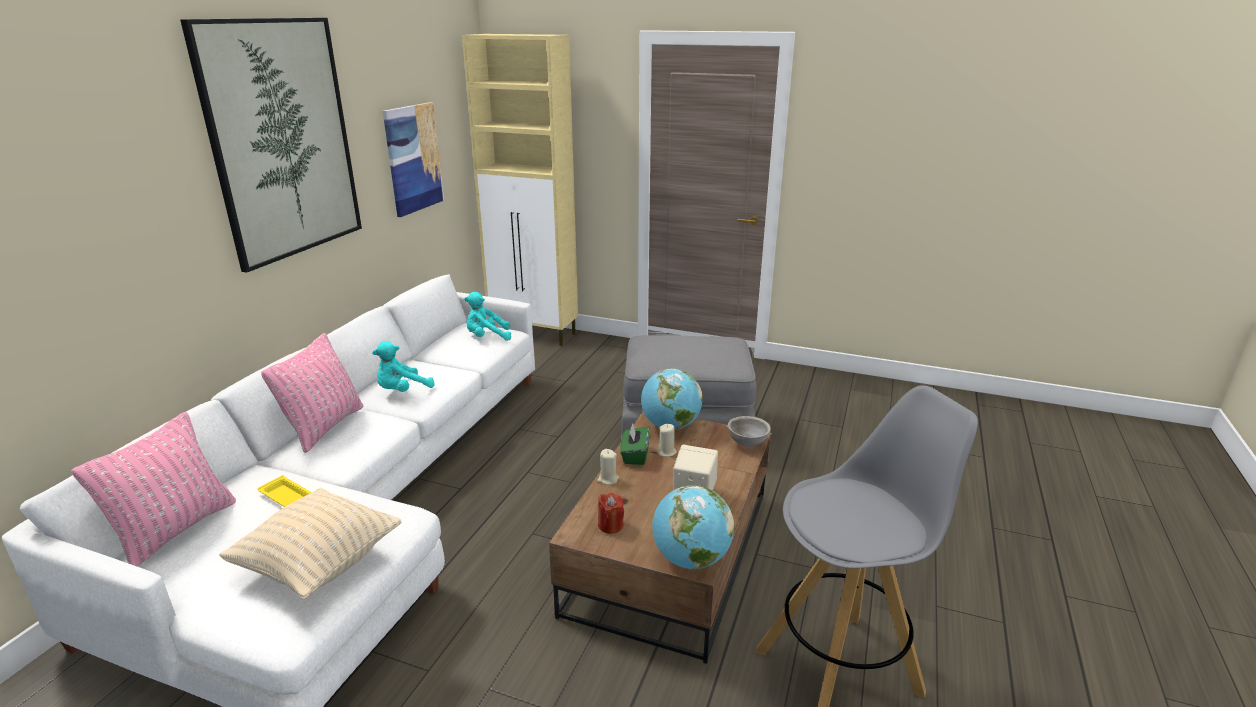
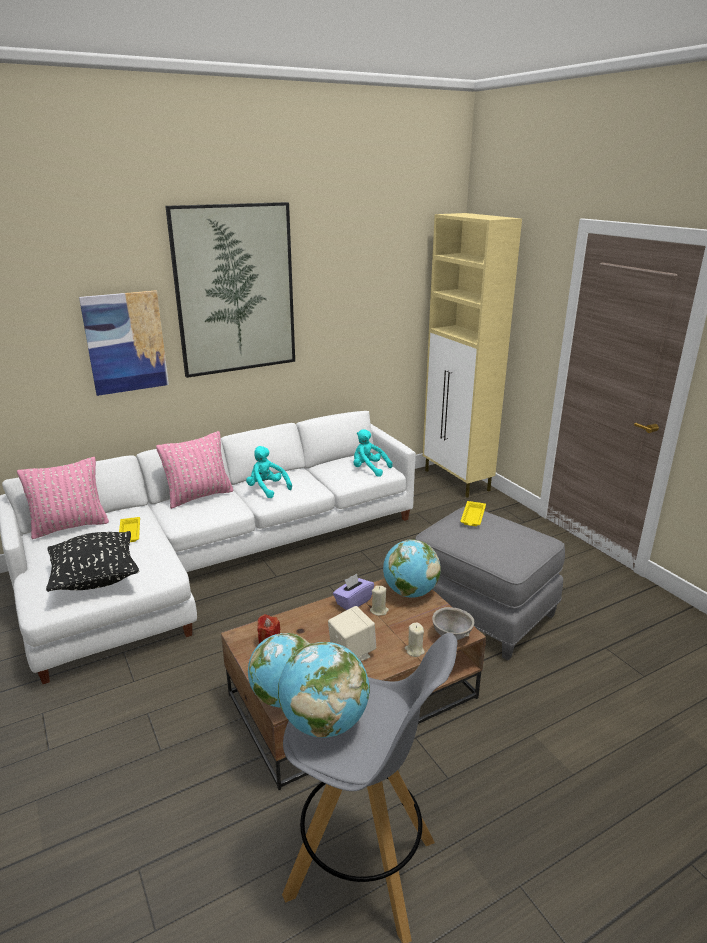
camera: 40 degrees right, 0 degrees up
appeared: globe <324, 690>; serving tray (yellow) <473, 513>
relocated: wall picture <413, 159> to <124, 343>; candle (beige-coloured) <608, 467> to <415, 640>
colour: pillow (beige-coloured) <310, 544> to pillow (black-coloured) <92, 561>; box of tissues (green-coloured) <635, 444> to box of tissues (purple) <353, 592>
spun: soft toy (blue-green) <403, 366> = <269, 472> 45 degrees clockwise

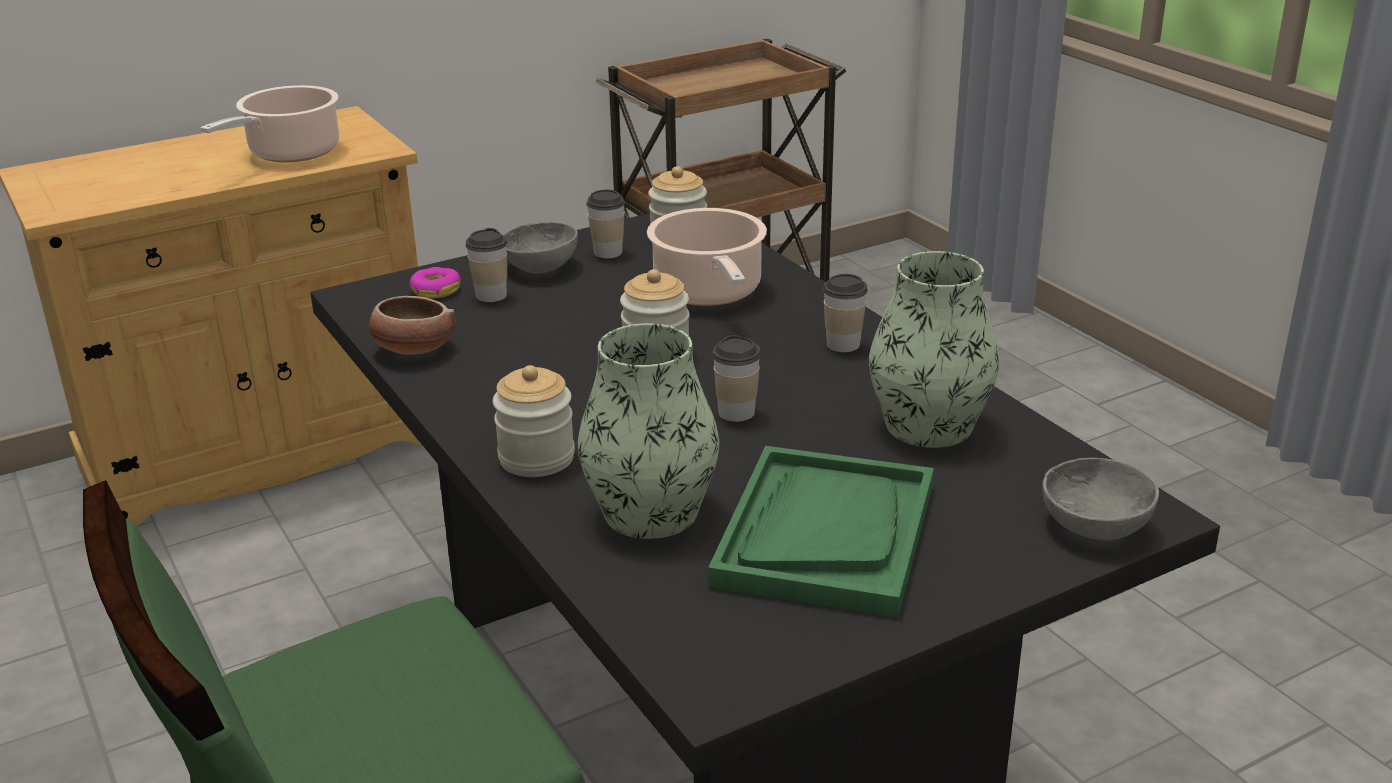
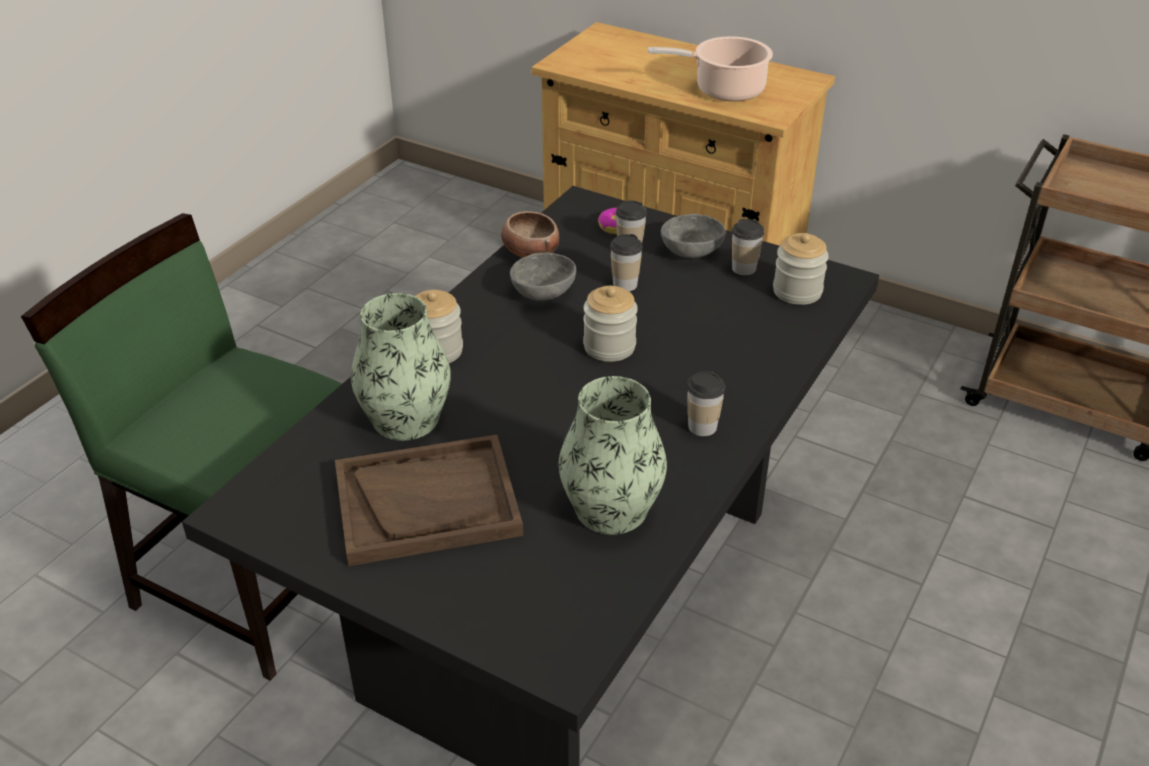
camera: 60 degrees right, 10 degrees up
missing: saucepot <707, 257>
relocated: cup <736, 378> to <626, 262>; deep dish (greyish) <1100, 499> to <543, 277>
colour: serving tray (green-coloured) <821, 531> to serving tray (brown-coloured) <429, 500>

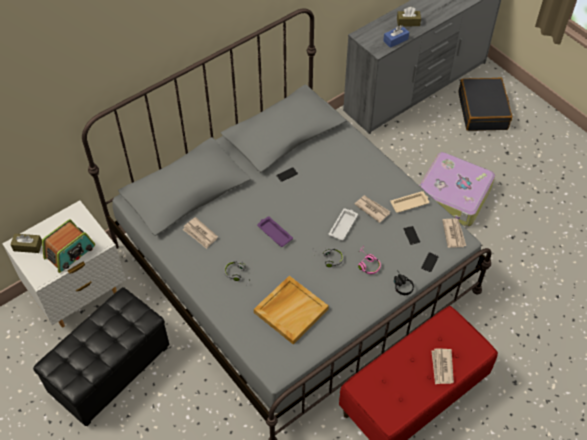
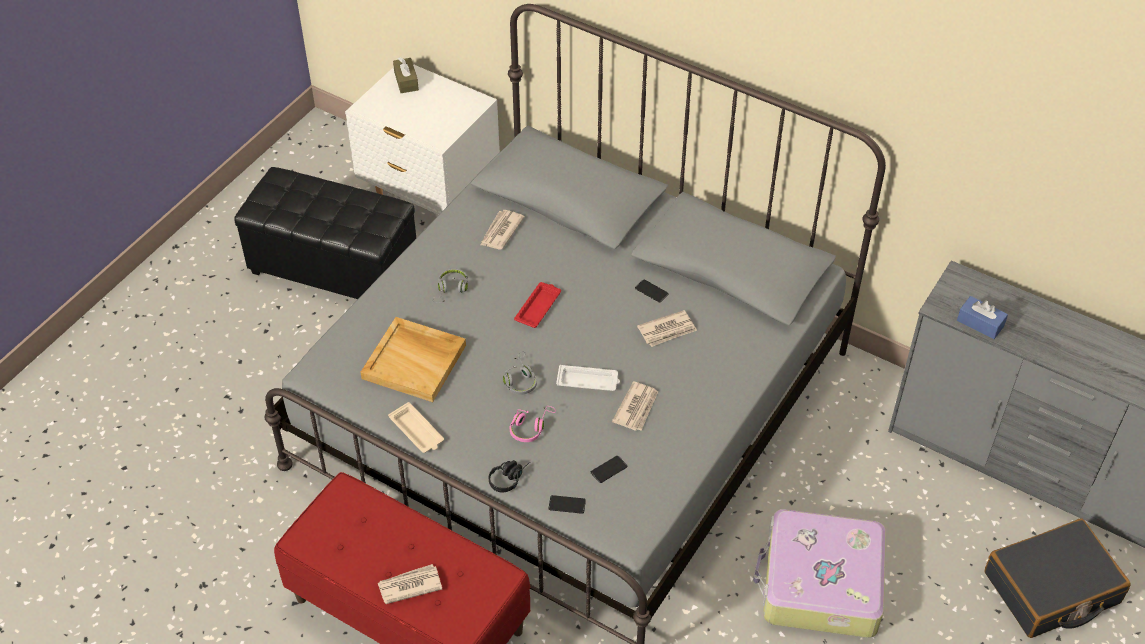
camera: 70 degrees right, 5 degrees down
missing: radio receiver <68, 246>; box of tissues (brown-coloured) <409, 16>
relocated: serving tray (beige-coloured) <409, 202> to <416, 427>; newspaper <454, 233> to <667, 328>
colour: serving tray (purple) <275, 231> to serving tray (red-coloured) <537, 305>

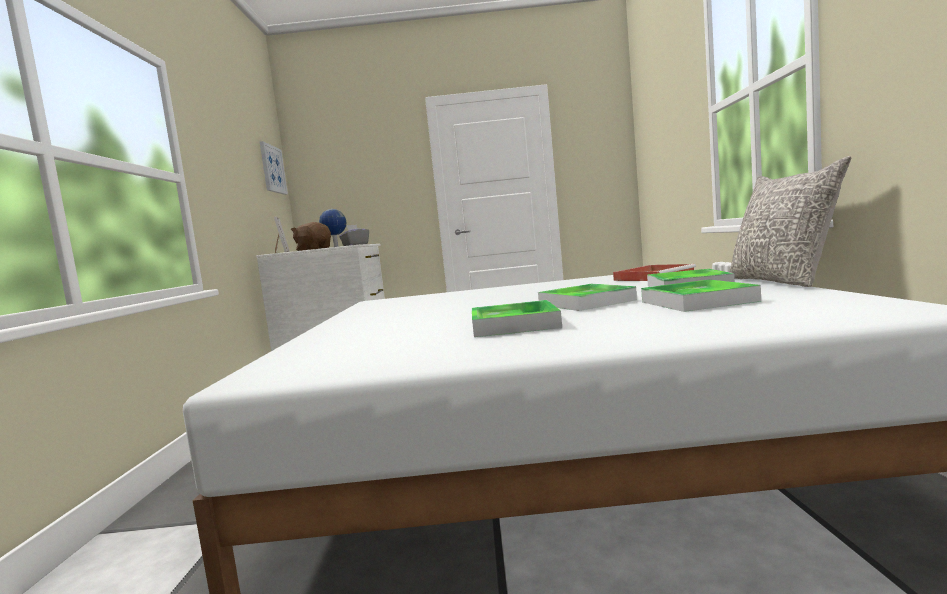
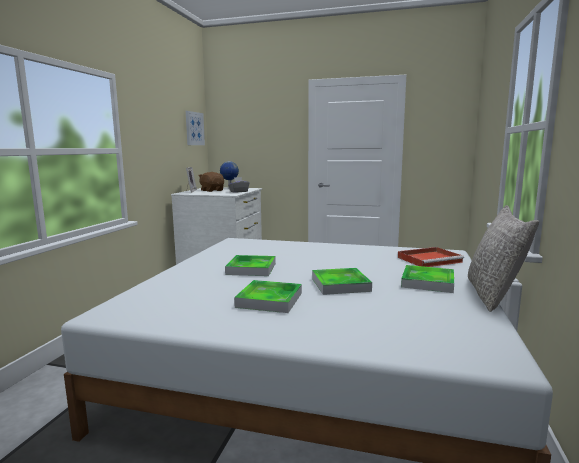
camera: 15 degrees right, 5 degrees up
relocated: serving tray <701, 296> to <250, 265>

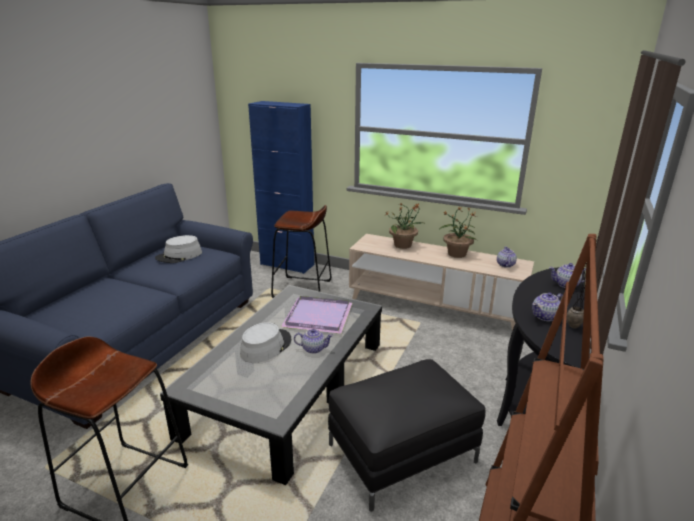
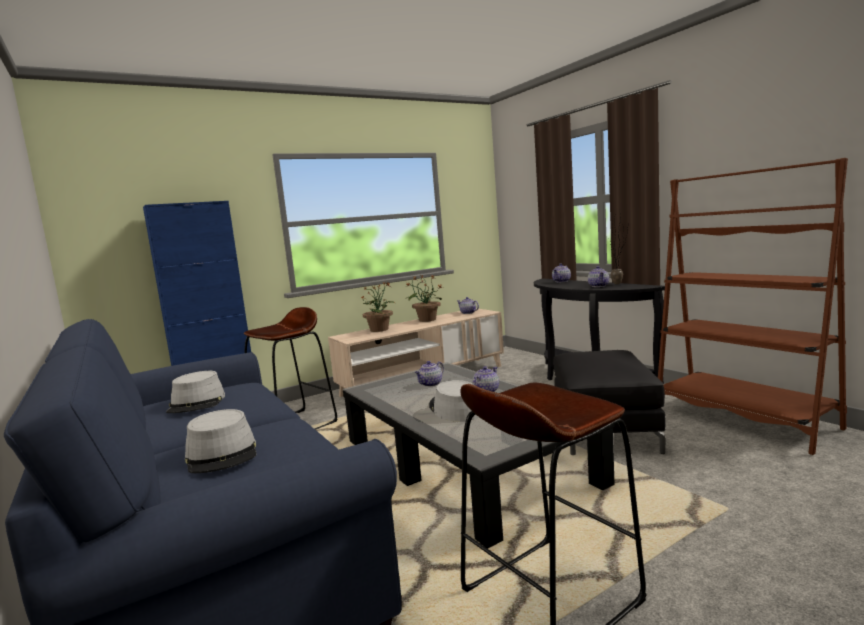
camera: 55 degrees left, 15 degrees down
appeared: clothing hat (greyish) <220, 441>
exchanged: serving tray (purple) <316, 315> to pot for tea <429, 374>

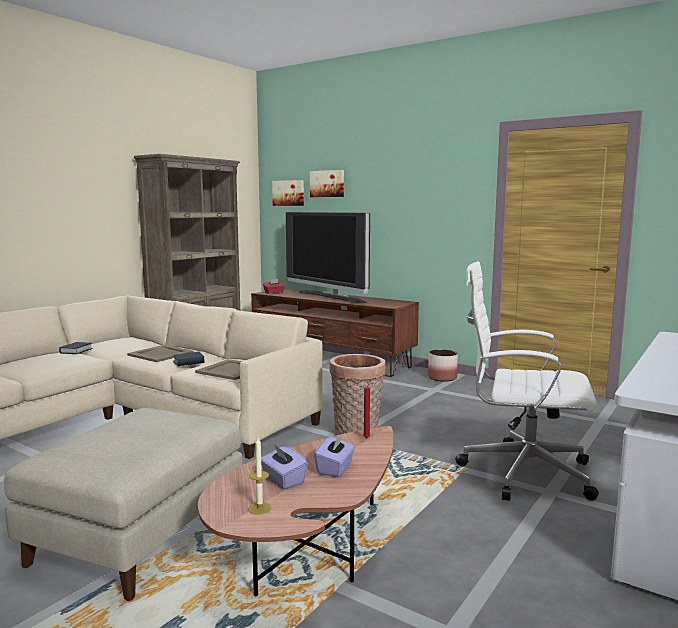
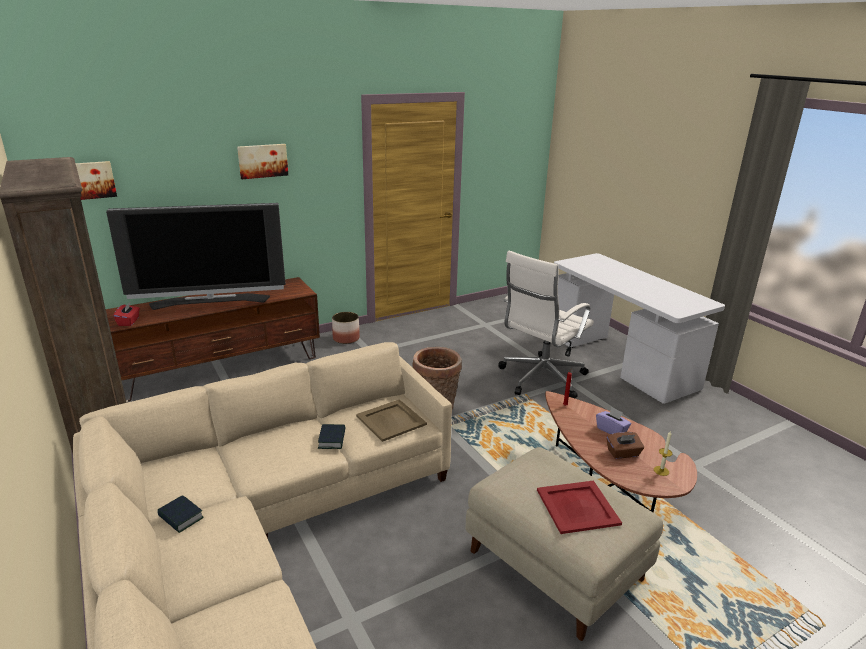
camera: 65 degrees left, 15 degrees up
missing: serving tray (beige-coloured) <160, 353>
appeared: serving tray (red-coloured) <579, 507>
relocated: wall picture <327, 183> to <262, 161>
colour: box of tissues (purple) <284, 467> to box of tissues (brown-coloured) <625, 445>

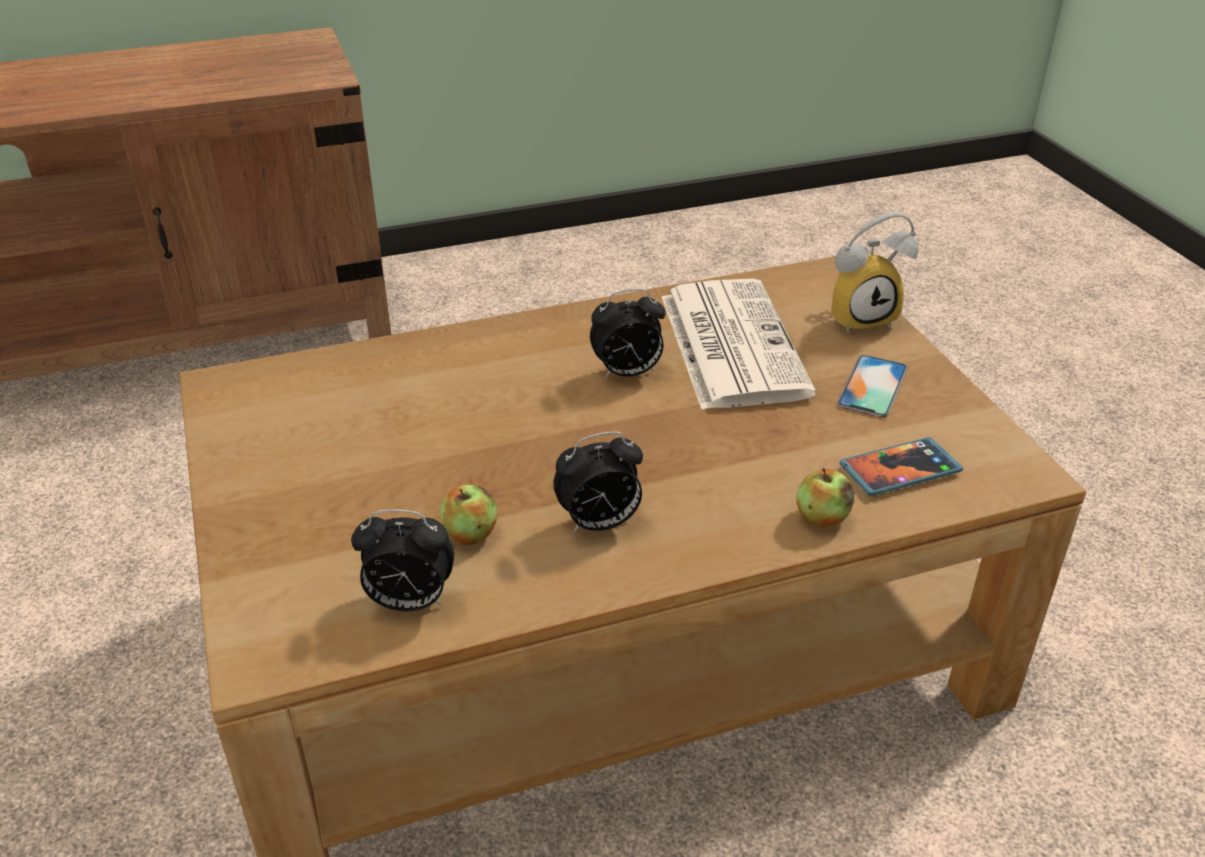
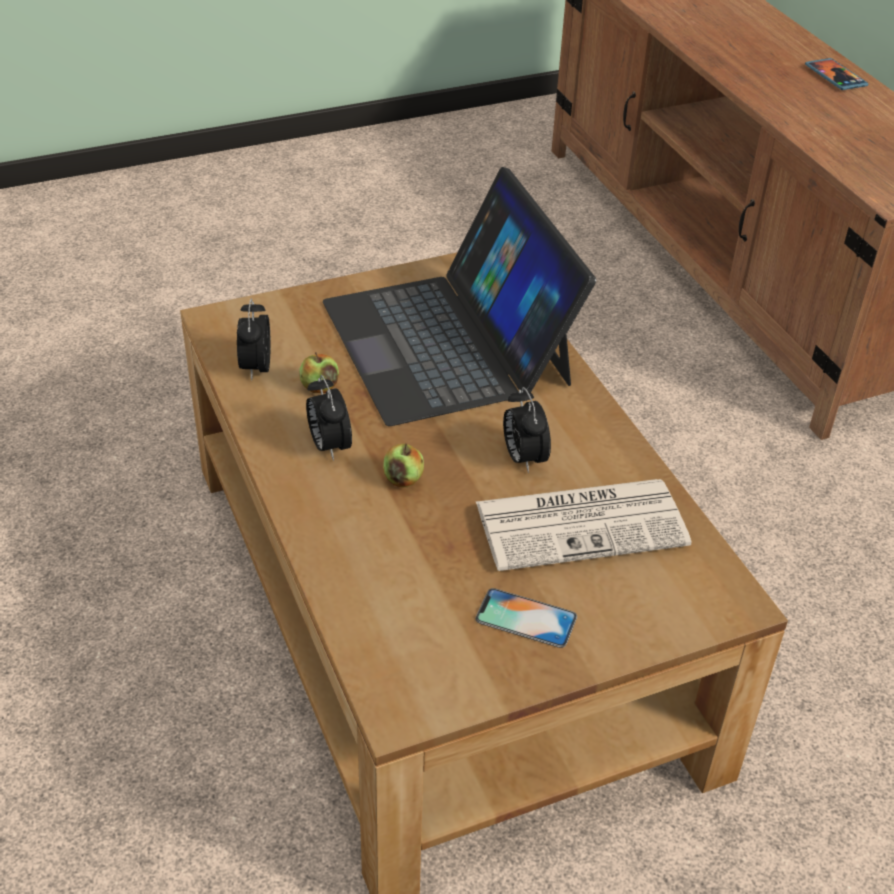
camera: 85 degrees right, 5 degrees up
missing: bedside clock <875, 272>
appeared: laptop <459, 296>
relocated: whole apple <825, 497> to <403, 465>; handset <901, 466> to <836, 74>

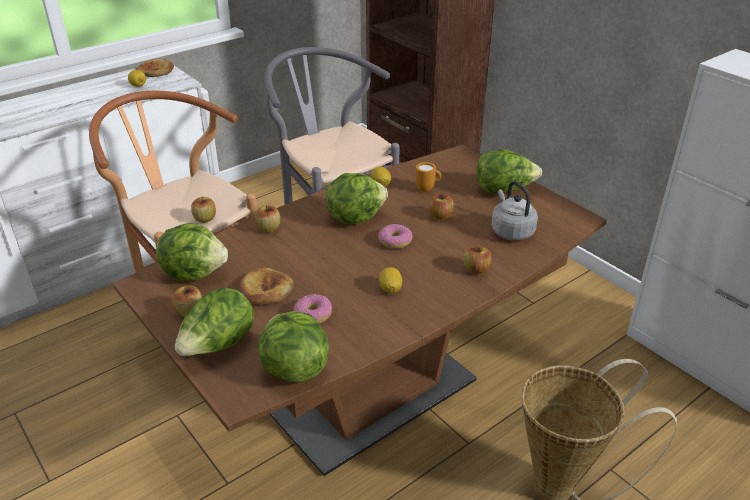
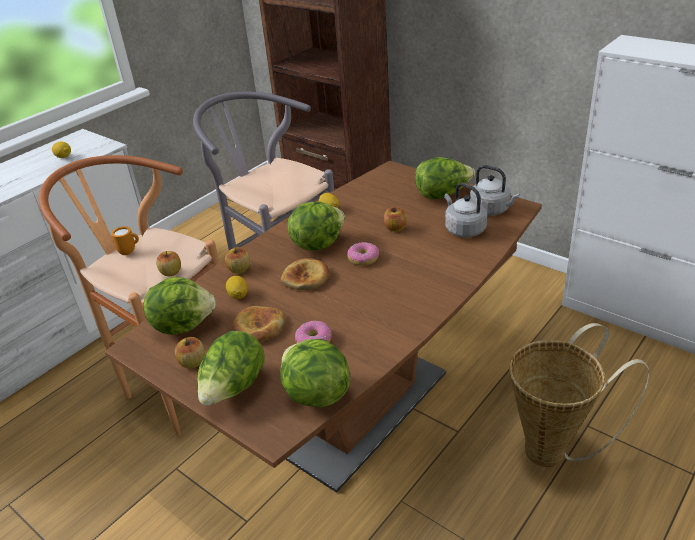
camera: 10 degrees left, 0 degrees up
missing: whole apple <477, 259>
appeared: water kettle (greyish) <495, 190>
relocated: bread <154, 68> to <305, 274>; citrus fruit <390, 280> to <237, 287>; coffee mug (orange-coloured) <428, 177> to <125, 240>

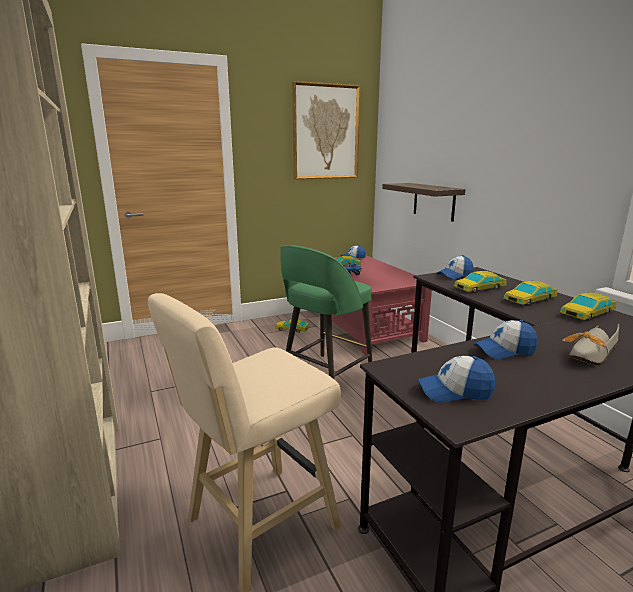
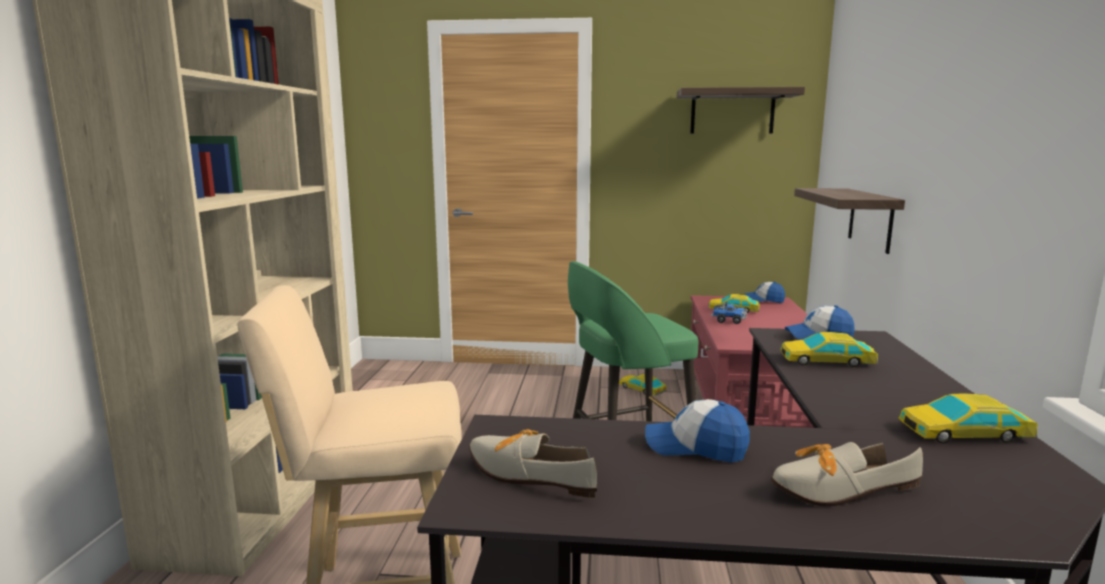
camera: 30 degrees right, 5 degrees down
missing: toy car <530, 293>
exchanged: wall picture <326, 130> to wall shelf <741, 110>; cap <456, 379> to item of footwear <533, 463>

